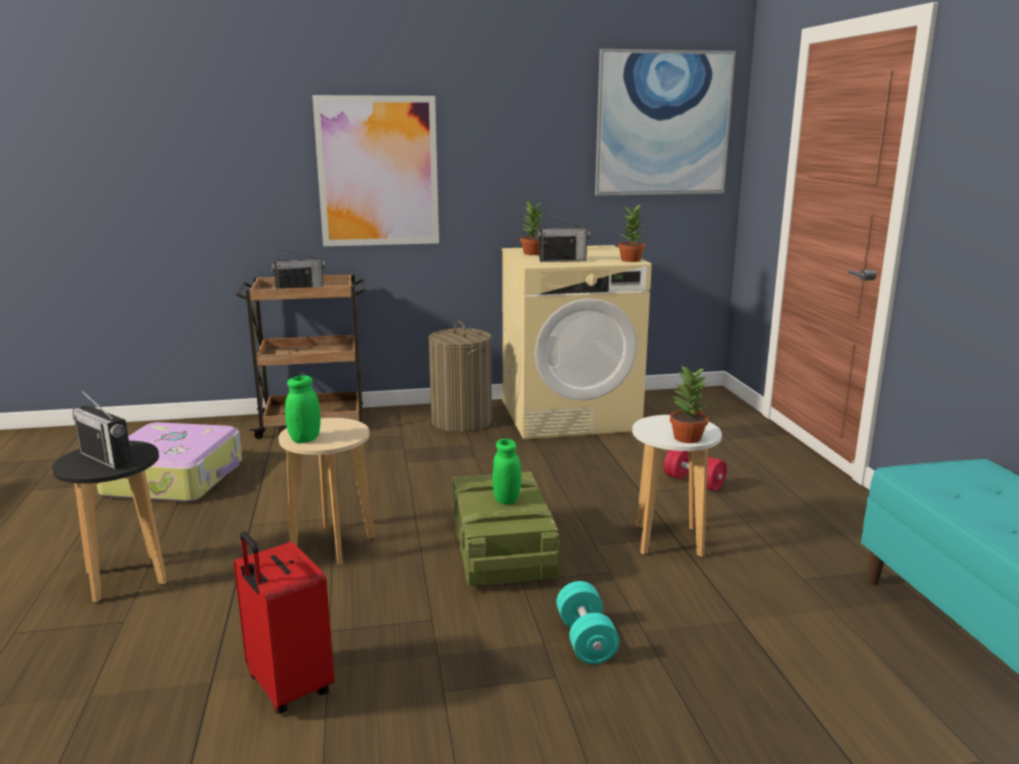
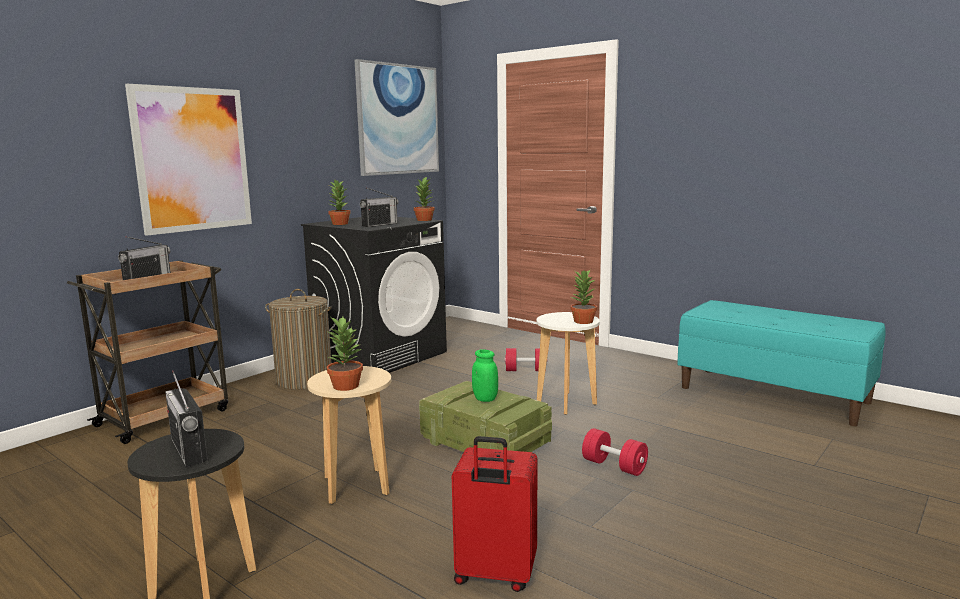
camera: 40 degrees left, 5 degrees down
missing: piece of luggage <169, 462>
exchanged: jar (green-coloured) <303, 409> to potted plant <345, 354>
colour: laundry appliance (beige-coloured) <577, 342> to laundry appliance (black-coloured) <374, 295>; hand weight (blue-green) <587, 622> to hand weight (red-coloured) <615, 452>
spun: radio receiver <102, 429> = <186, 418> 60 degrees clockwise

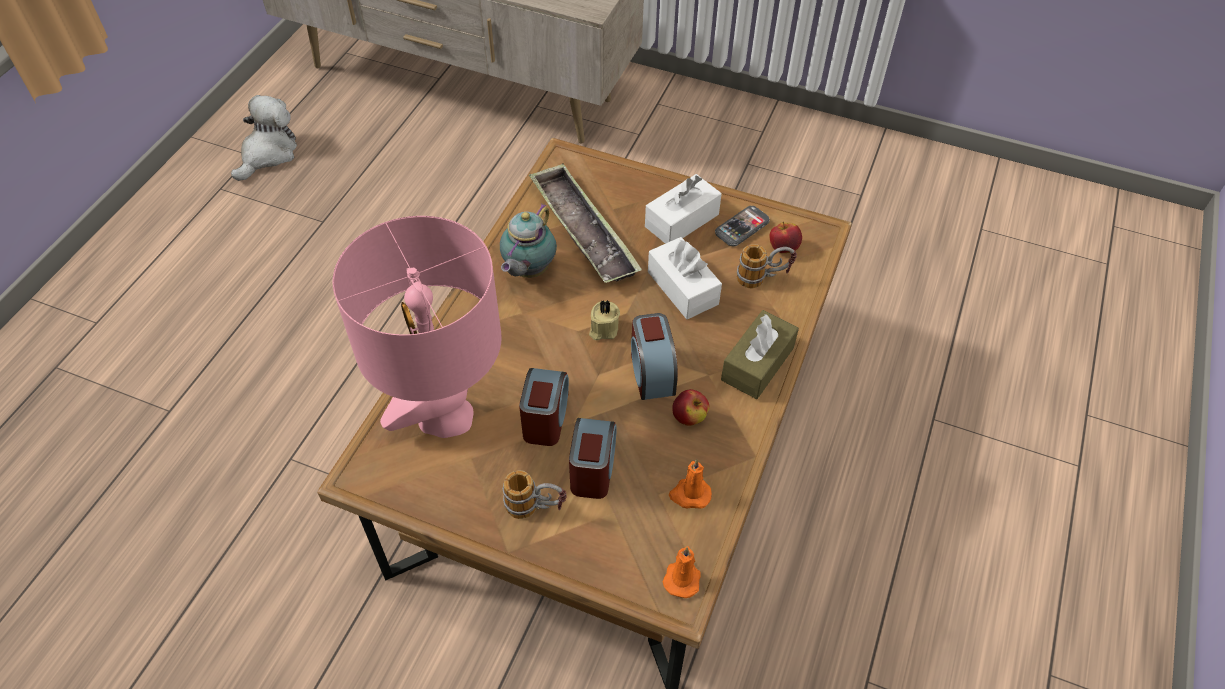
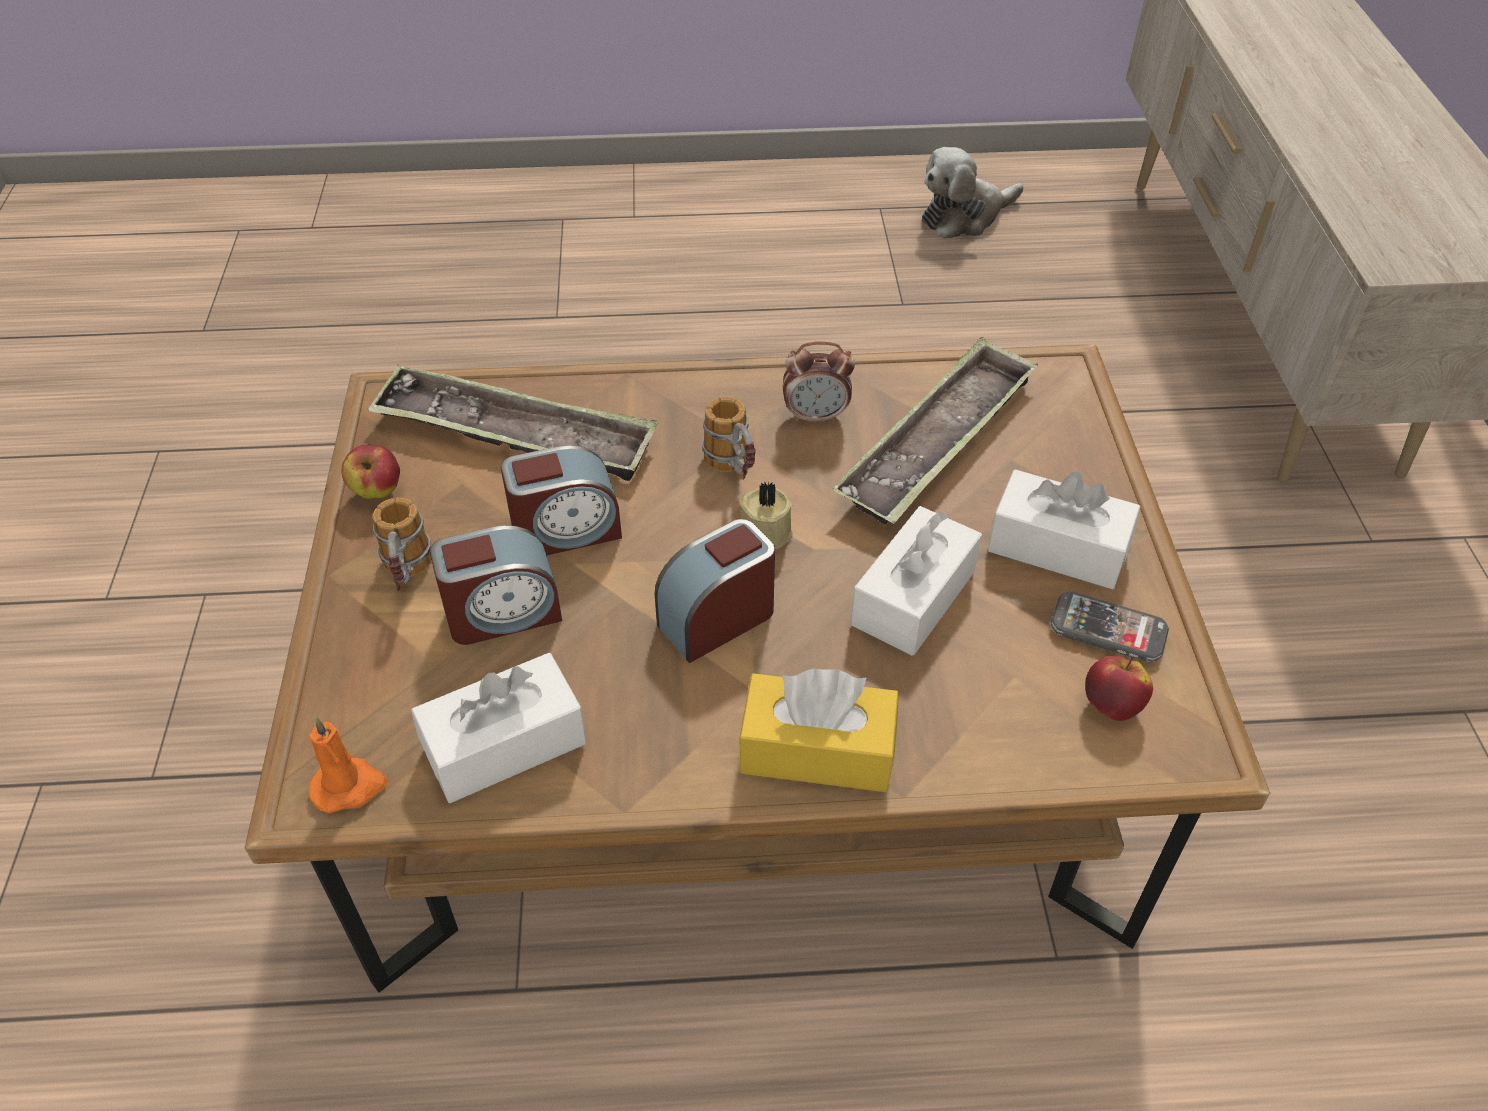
camera: 65 degrees right, 5 degrees down
relocated: whole apple <691, 407> to <370, 472>; coffee mug <767, 266> to <729, 438>
exchanged: lamp for a table (pink) <417, 327> to serving tray <512, 423>; pot for tea <528, 241> to bedside clock <819, 382>; candle (orange-coloured) <690, 484> to box of tissues (whitish) <499, 728>
colour: box of tissues (brown-coloured) <760, 354> to box of tissues (yellow) <819, 730>
spun: soft toy <264, 138> = <972, 193> 150 degrees clockwise

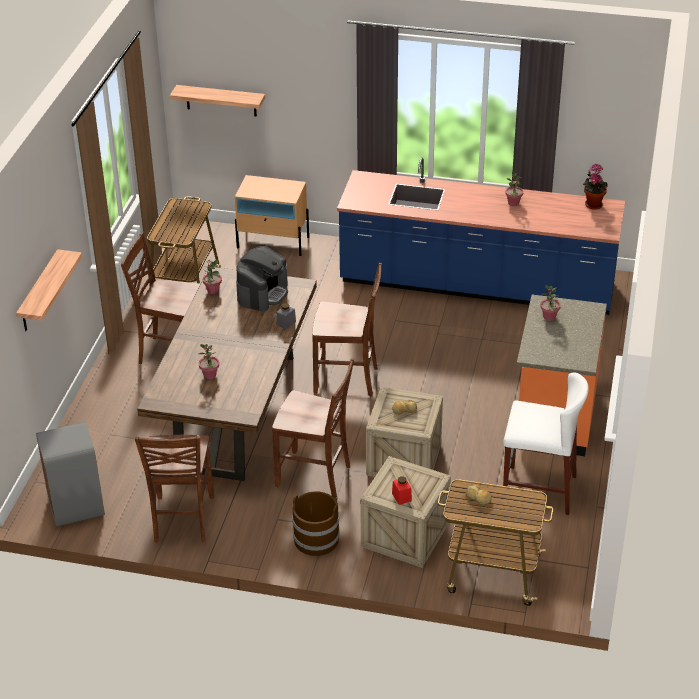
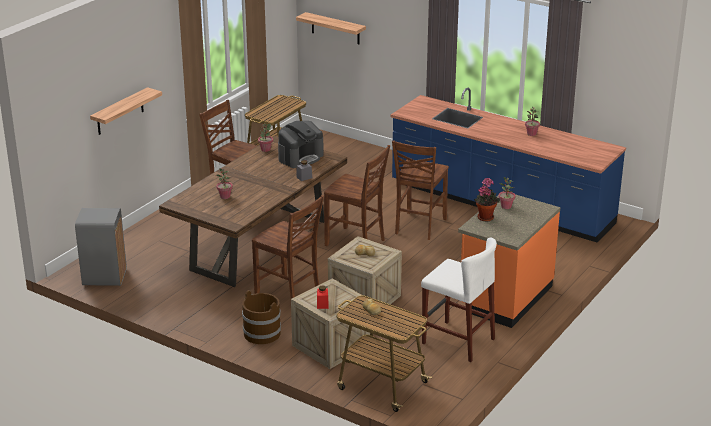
camera: 20 degrees right, 10 degrees down
missing: bedside table (beige-coloured) <272, 215>
relocated: upright chair (brown-coloured) <174, 489> to <420, 190>; potted plant <595, 186> to <487, 199>

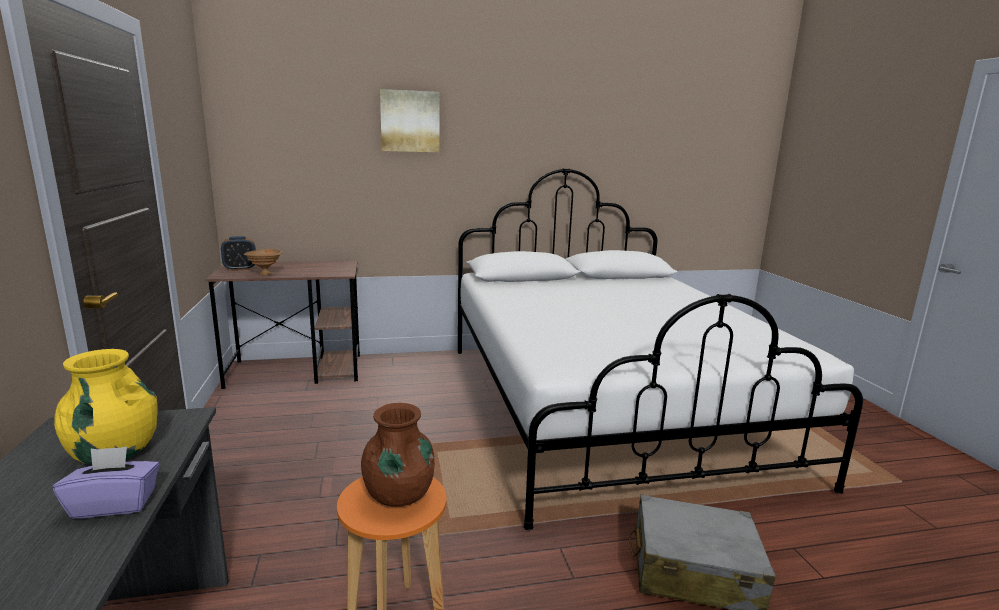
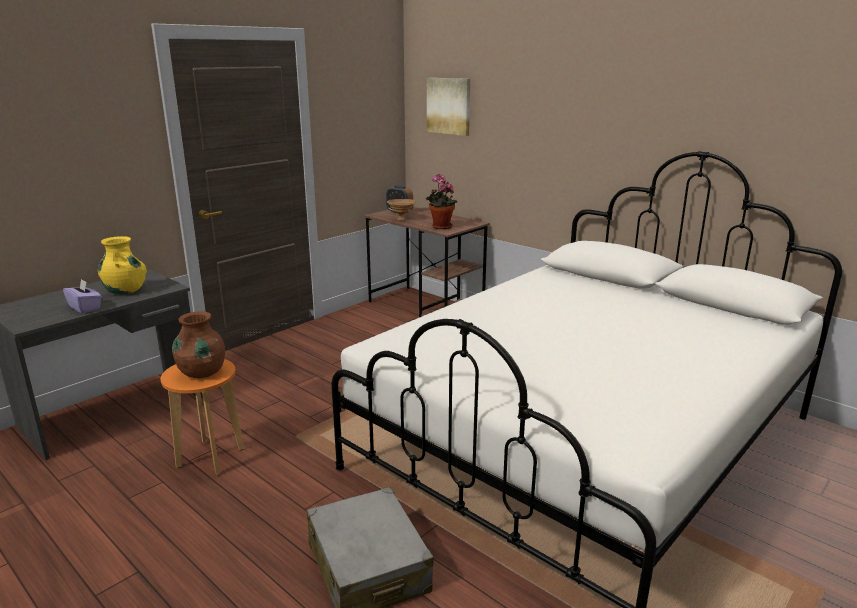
camera: 55 degrees right, 5 degrees up
appeared: potted plant <441, 201>
relocated: wall picture <410, 120> to <448, 107>

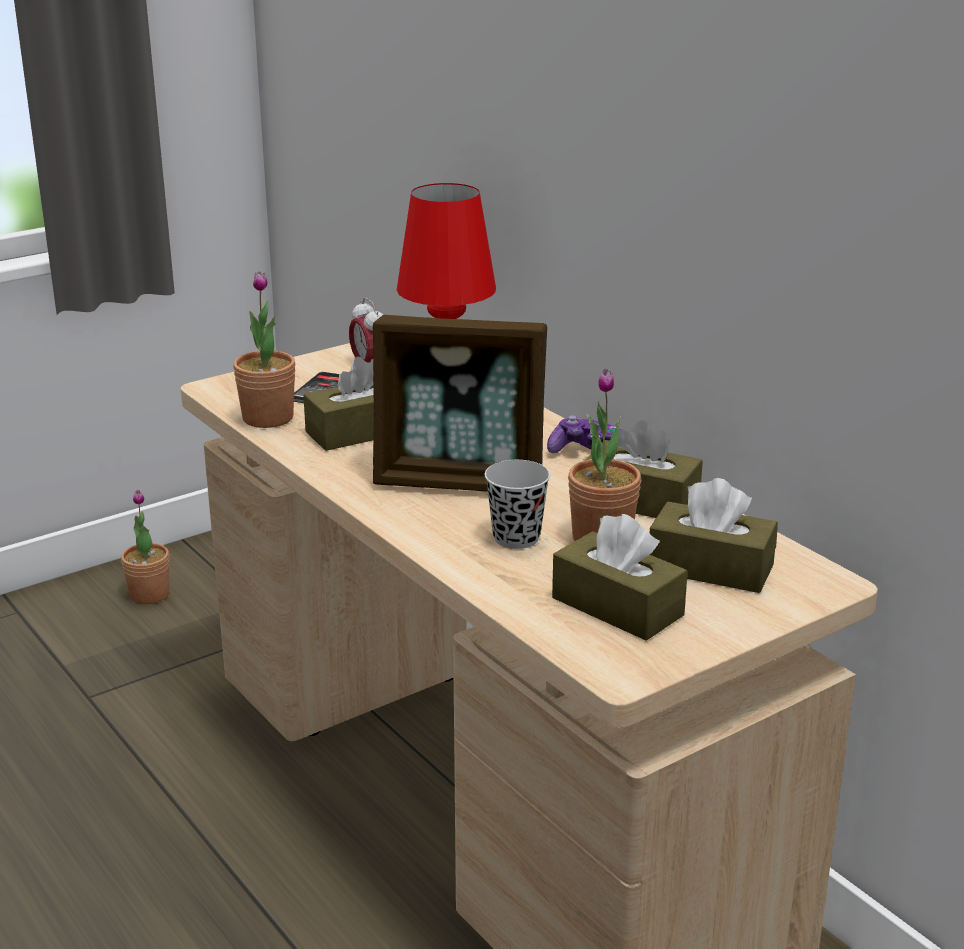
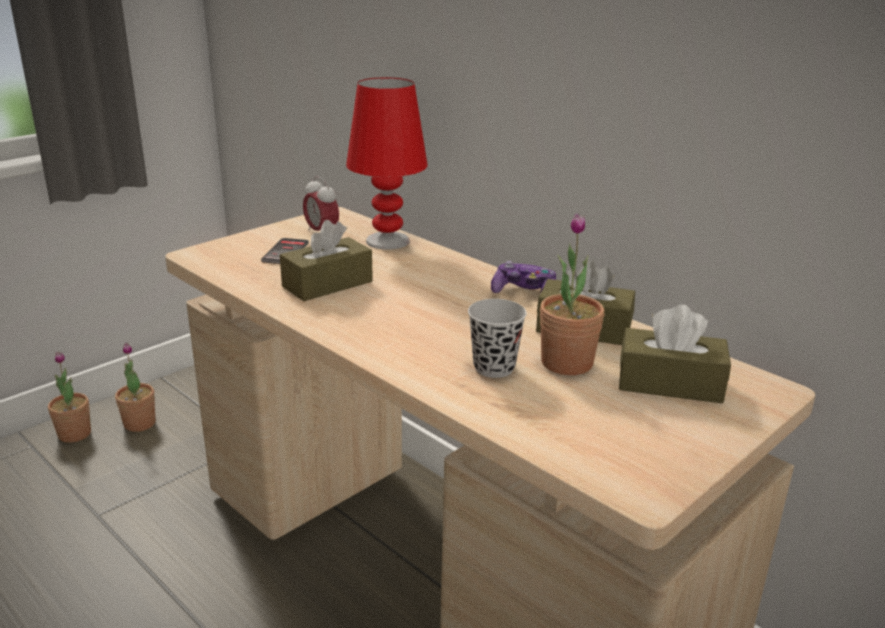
camera: 10 degrees left, 0 degrees up
missing: picture frame <460, 403>; box of tissues (brown-coloured) <620, 577>
relocated: potted plant <264, 349> to <69, 397>

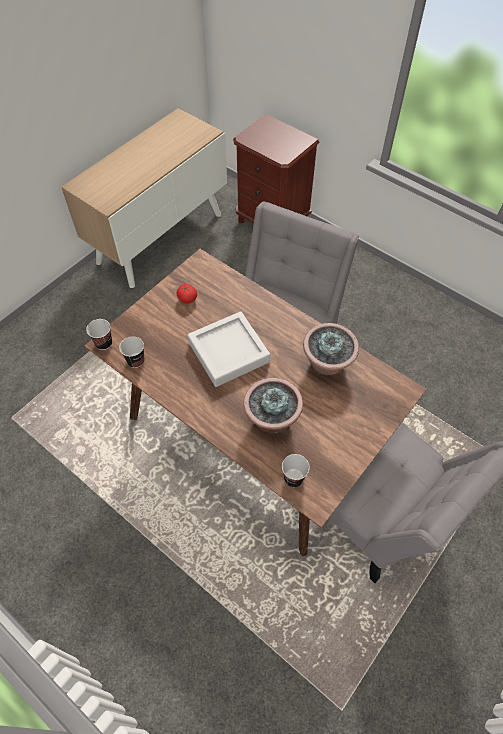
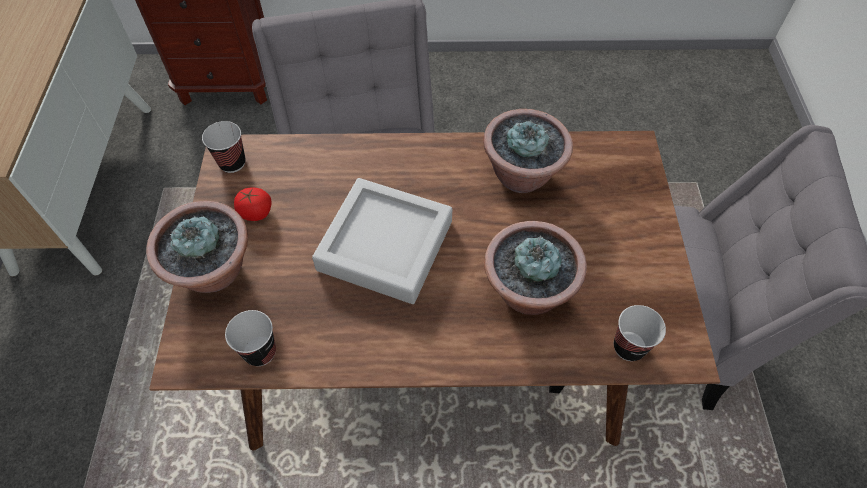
camera: 40 degrees left, 0 degrees up
appeared: potted plant <197, 247>
relocated: cup <99, 334> to <224, 147>

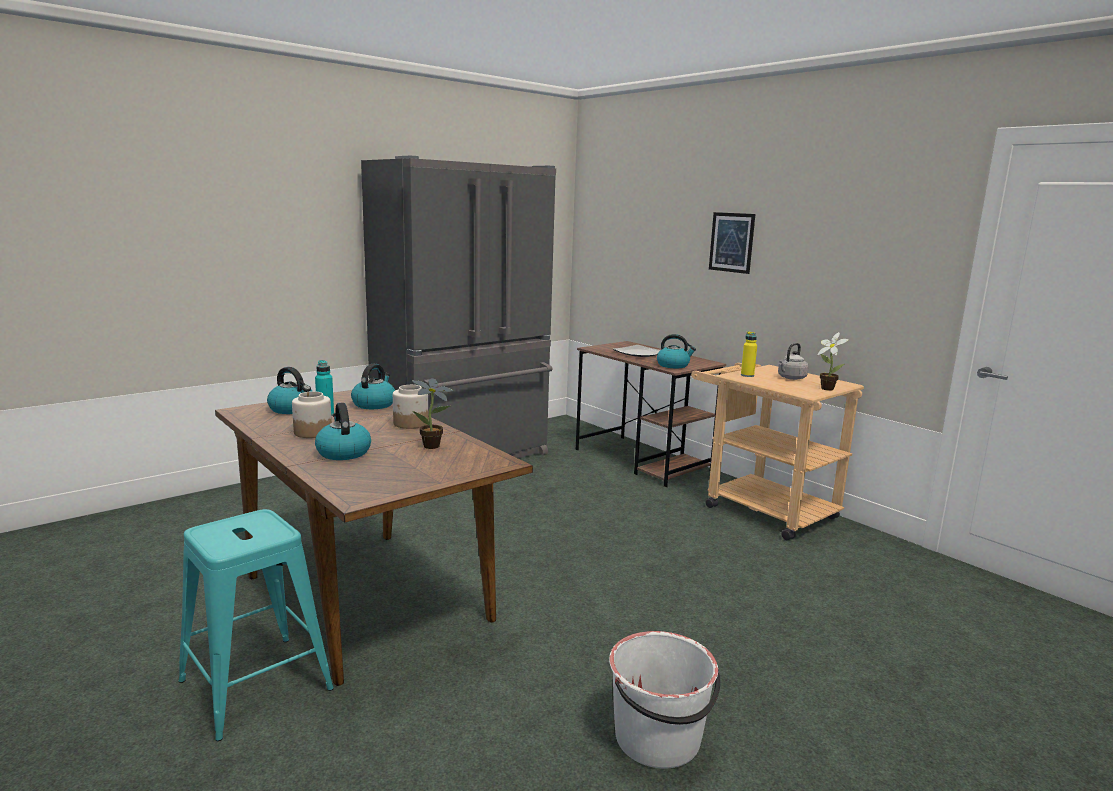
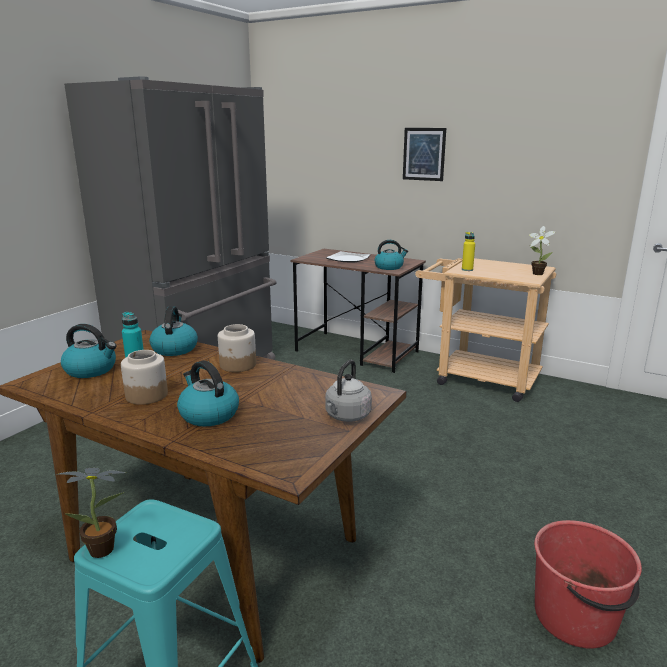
camera: 20 degrees left, 5 degrees up
relocated: potted plant <433, 413> to <92, 513>; water kettle (greyish) <793, 361> to <349, 391>
colour: bucket (whitish) <665, 700> to bucket (red-coloured) <588, 584>

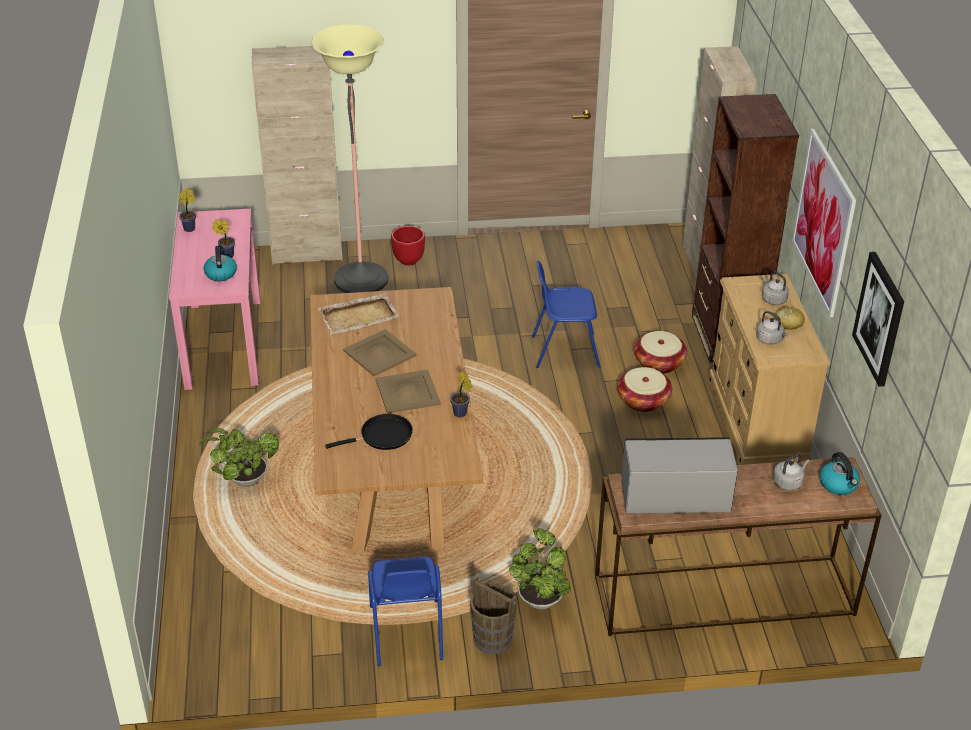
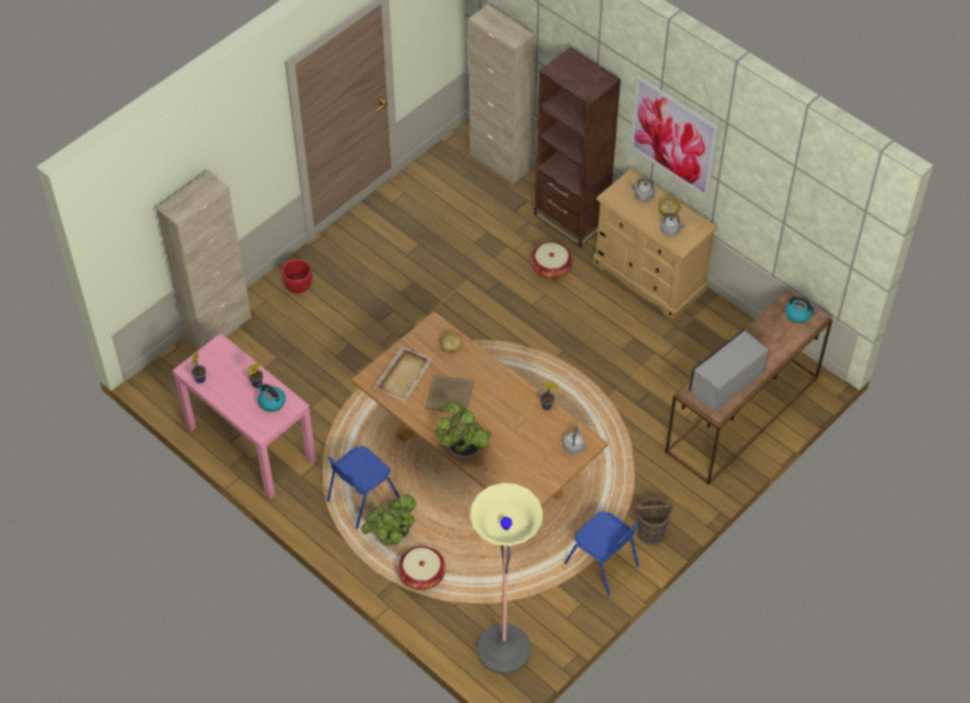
camera: 40 degrees left, 15 degrees up
missing: frying pan (black-coloured) <369, 432>; serving tray (beige-coloured) <408, 391>; wall picture <878, 319>
appeared: bread <451, 342>
relocated: floor lamp <349, 158> to <506, 578>; potted plant <540, 569> to <463, 430>; upright chair (blue) <566, 314> to <363, 487>; household basket <644, 389> to <422, 568>; water kettle (greyish) <791, 472> to <574, 440>

